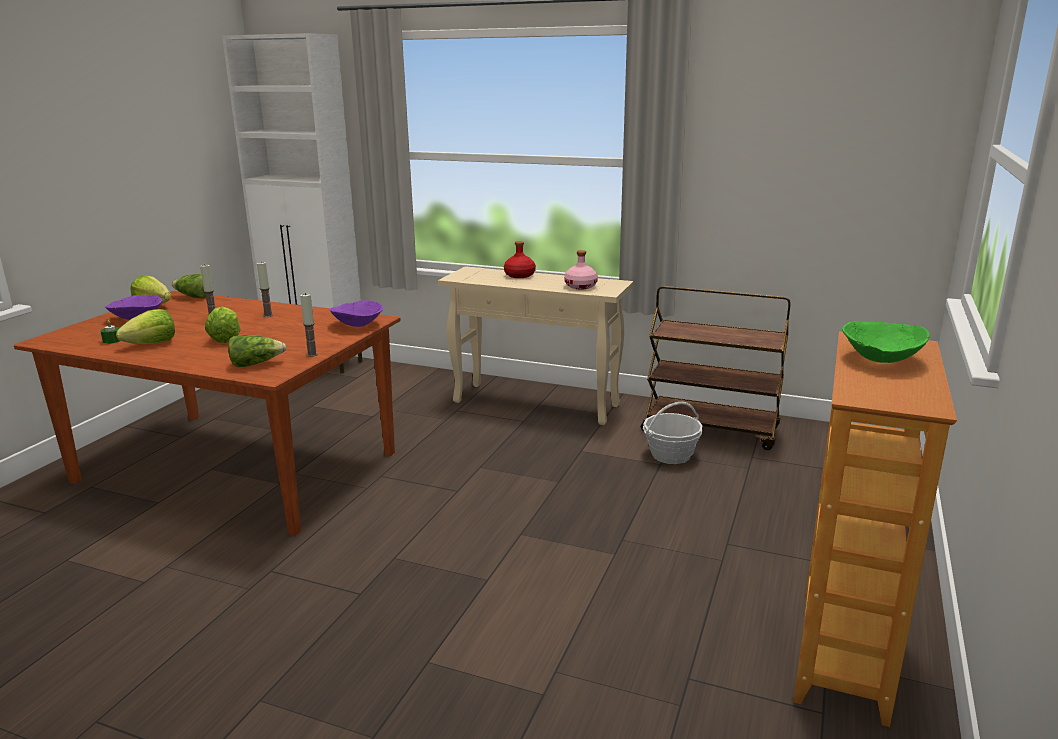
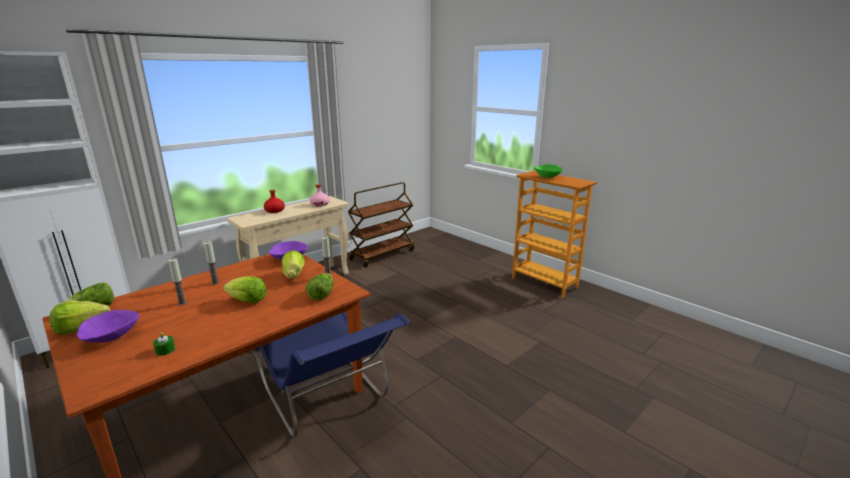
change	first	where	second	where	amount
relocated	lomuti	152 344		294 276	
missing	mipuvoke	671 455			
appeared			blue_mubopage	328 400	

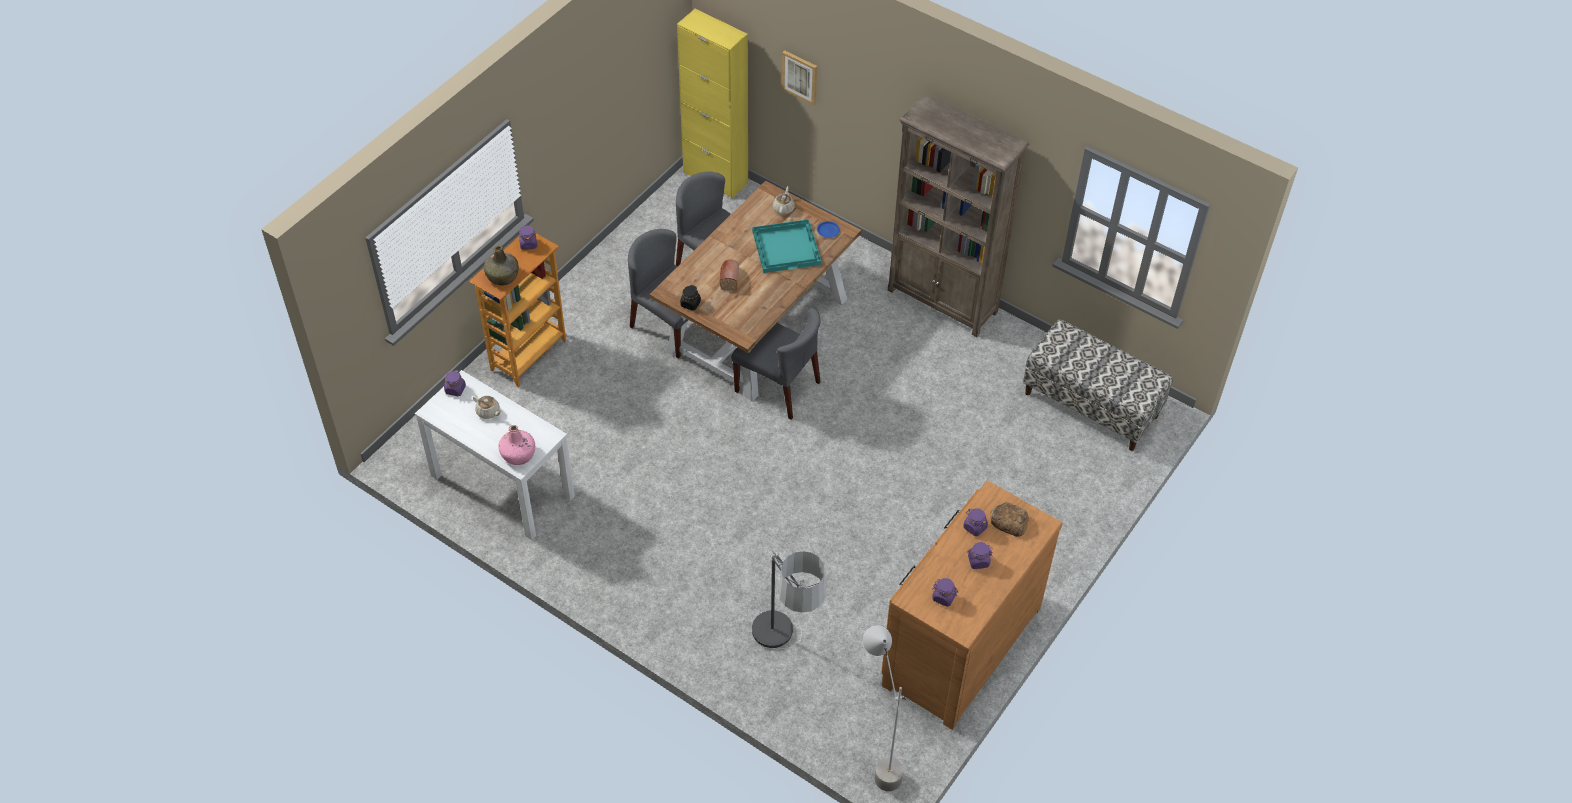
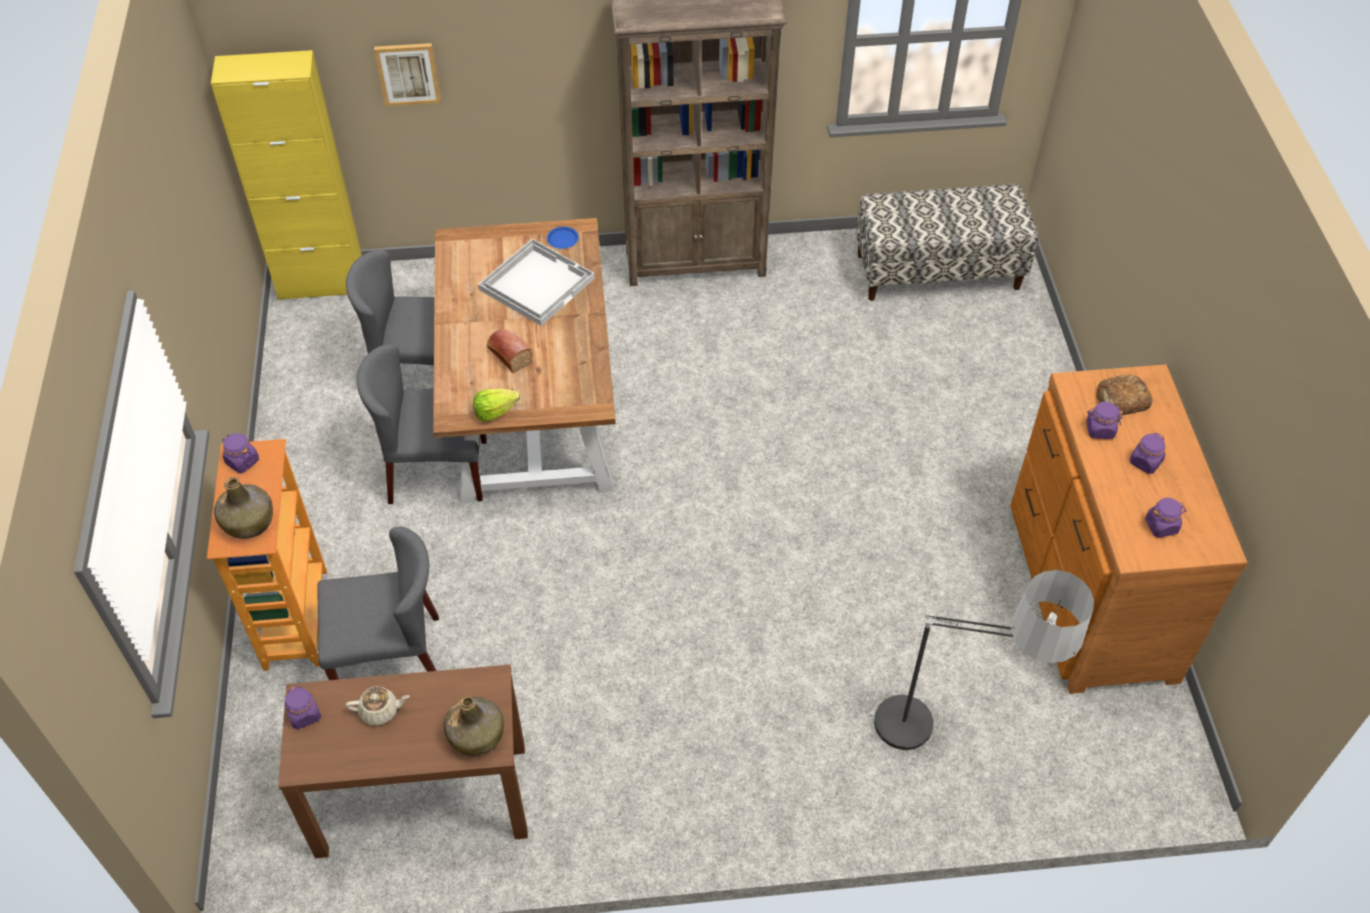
change	first	where	second	where	amount
missing	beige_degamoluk	783 208			
colour	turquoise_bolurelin	787 247	white_bolurelin	536 283	
exchanged	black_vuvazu	690 304	lomuti	495 412	
relocated	grey_mubopage	778 387		391 659	
colour	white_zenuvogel	501 485	brown_zenuvogel	421 800	
colour	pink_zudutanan	518 454	green_zudutanan	476 735	
missing	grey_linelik	878 758			

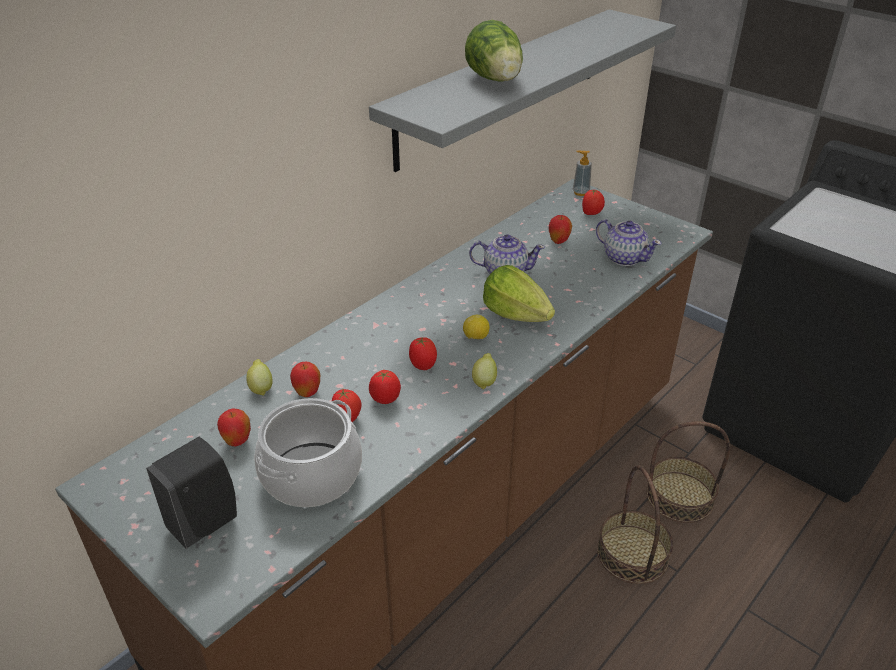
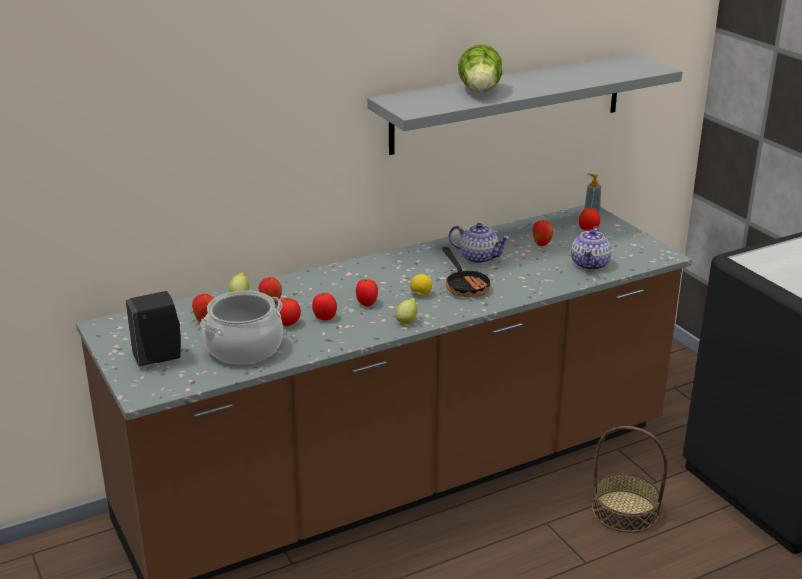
change	first	where	second	where	amount
spun	degamoluk	624 258		590 264	45 degrees clockwise
exchanged	lomuti	516 314	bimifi	465 286	
missing	mipuvoke	633 554			

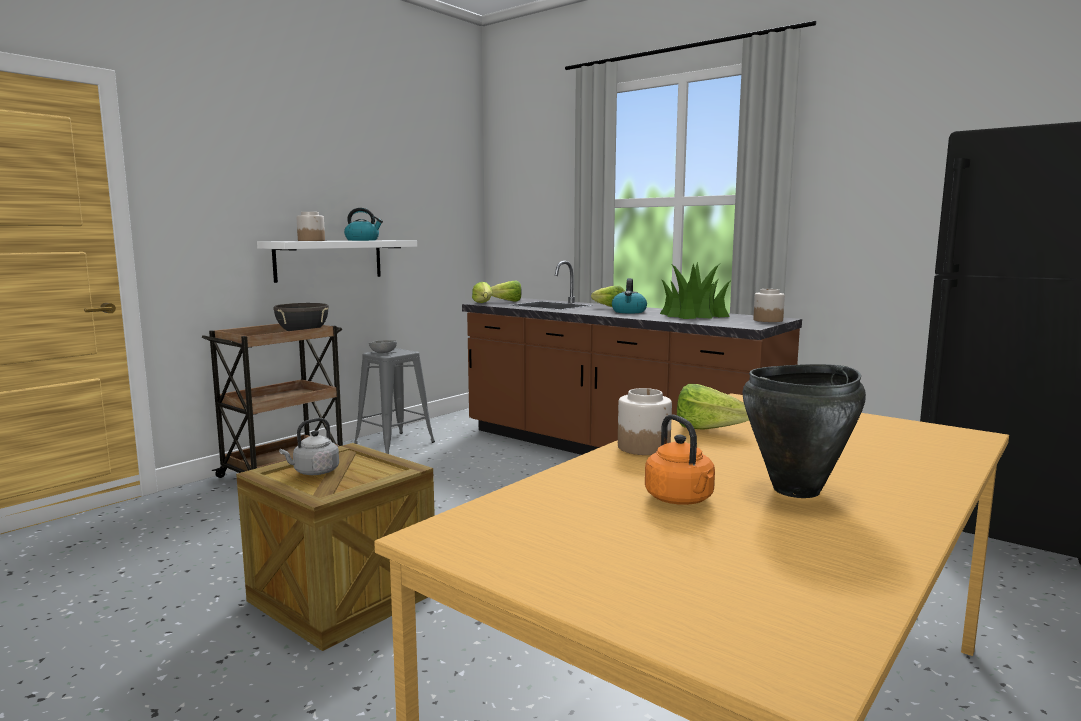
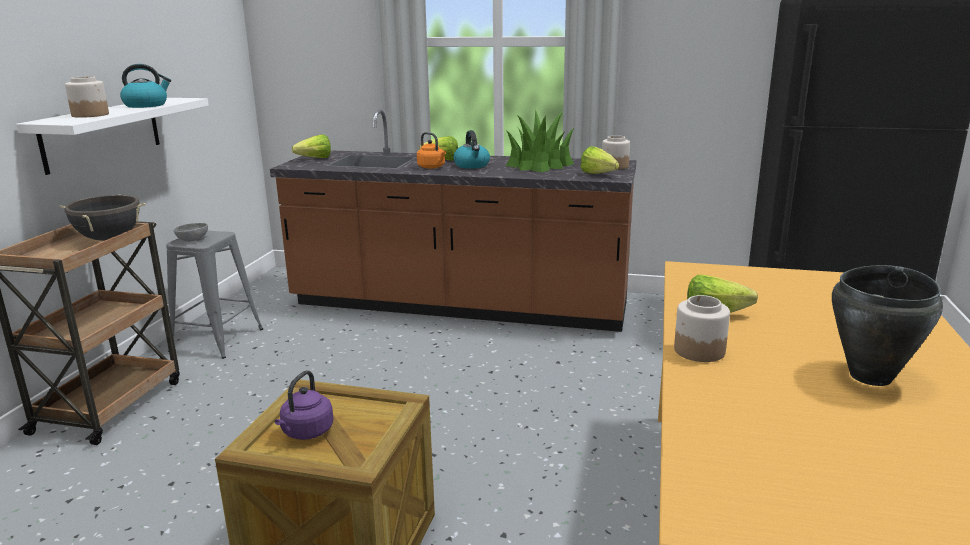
change	first	where	second	where	amount
relocated	lomuti	483 304		600 175	
relocated	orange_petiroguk	681 500		432 167	
colour	grey_petiroguk	314 472	purple_petiroguk	306 432	

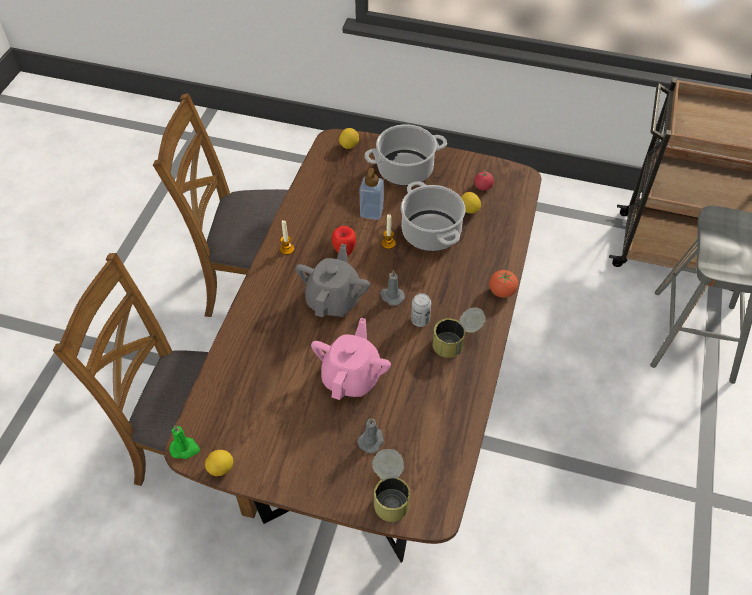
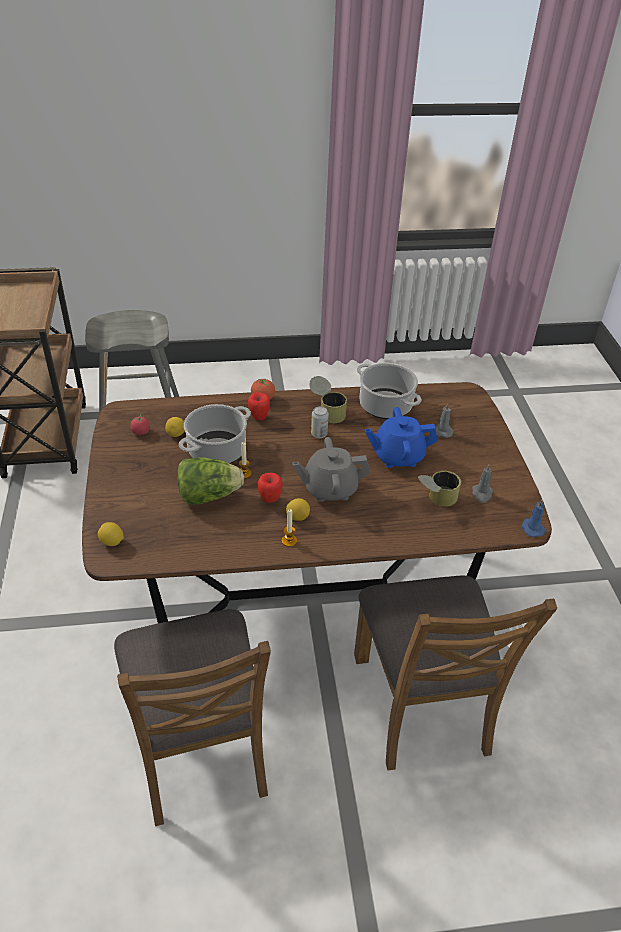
change	first	where	second	where	amount
relocated	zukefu	405 169		384 405	
exchanged	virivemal	371 212	lomuti	208 495	
relocated	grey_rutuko	391 296		482 494	
colour	pink_degamoluk	351 377	blue_degamoluk	398 456	
colour	green_rutuko	185 448	blue_rutuko	531 528	
relocated	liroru	390 494		435 499	
relocated	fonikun	221 468		297 517	
appeared			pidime	259 417	

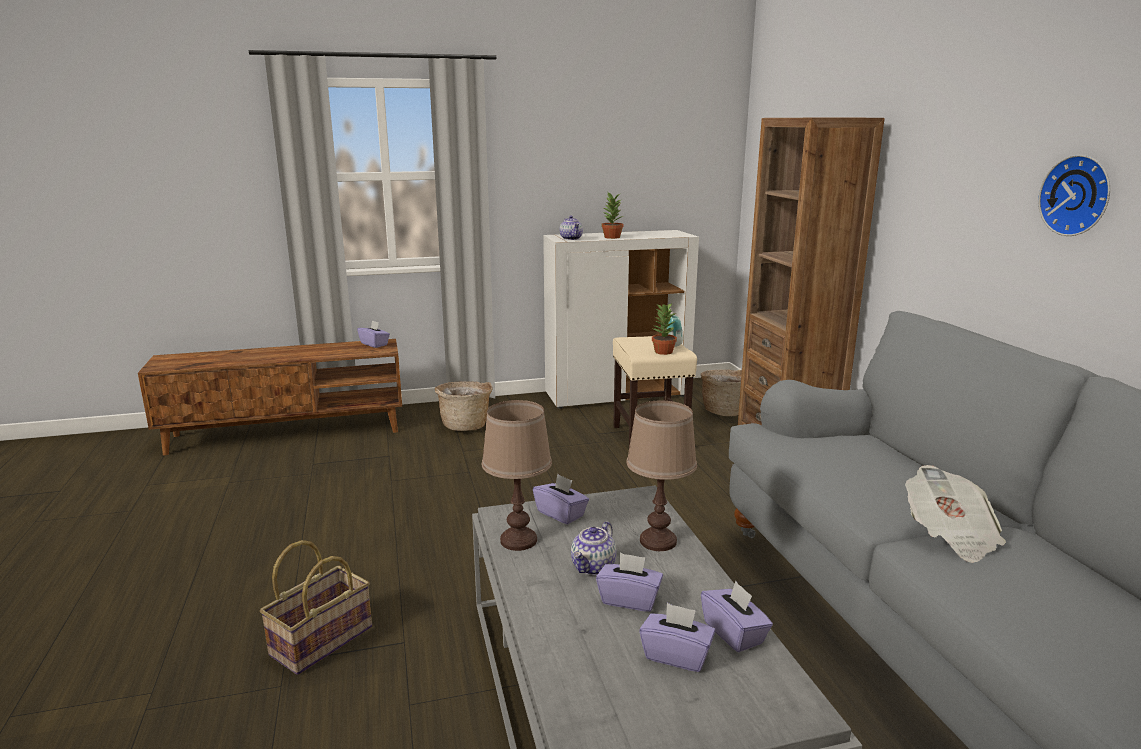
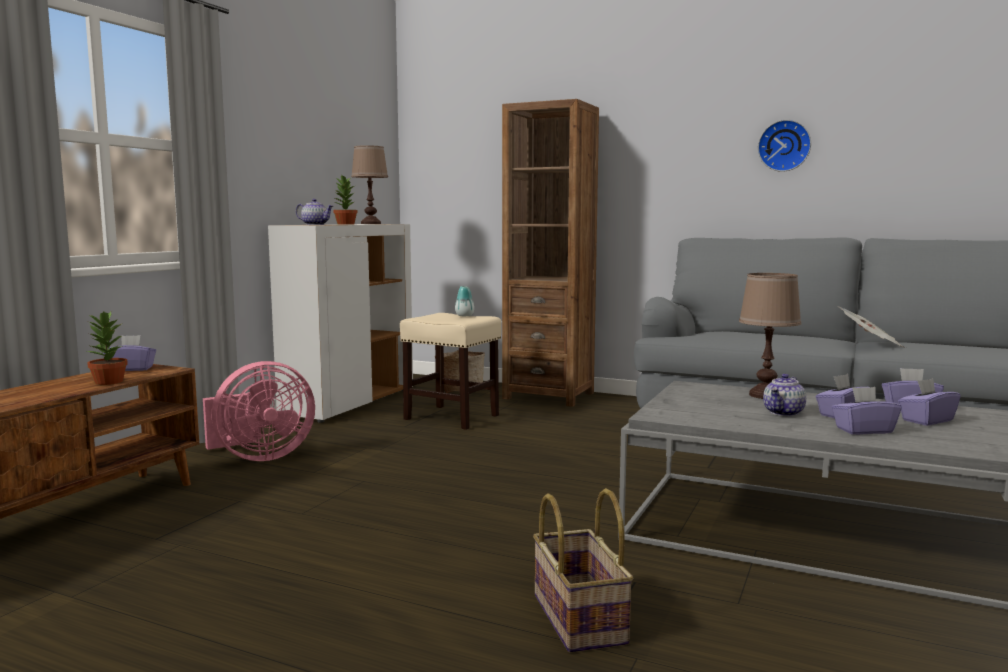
change	first	where	second	where	amount
relocated	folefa	663 352		108 382	
exchanged	mipuvoke	465 425	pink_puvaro	259 457	
relocated	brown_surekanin	518 541		371 223	
relocated	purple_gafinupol	561 514		863 430	
spun	degamoluk	593 567		784 413	60 degrees clockwise

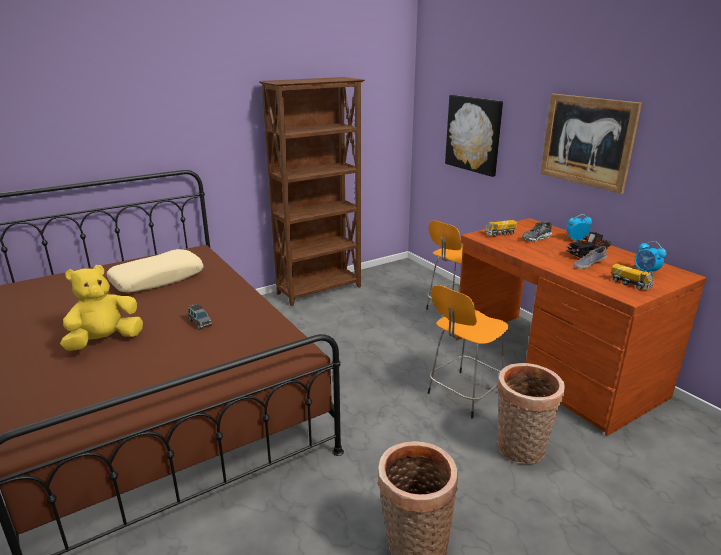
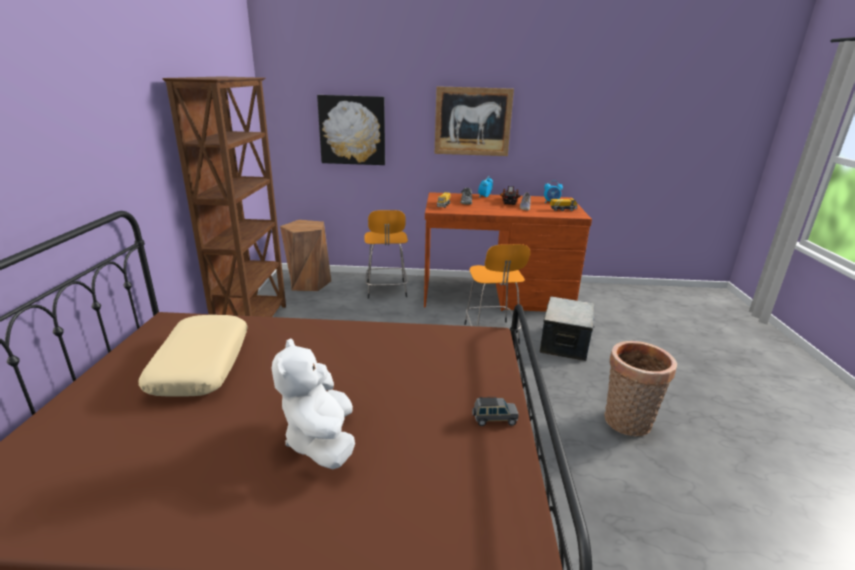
change	first	where	second	where	amount
colour	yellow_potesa	105 341	white_potesa	321 441	
relocated	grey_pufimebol	200 323		494 419	
exchanged	mipuvoke	520 450	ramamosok	565 343	
appeared			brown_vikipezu	309 283	

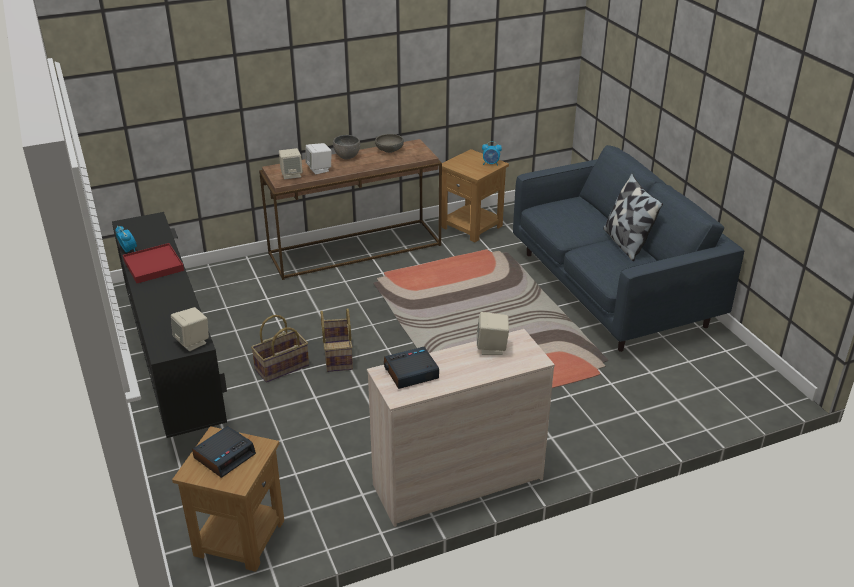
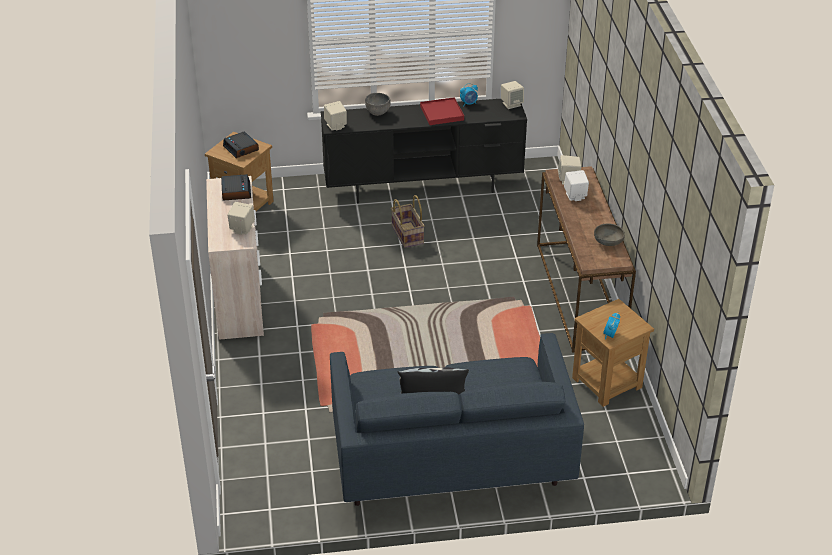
change	first	where	second	where	amount
relocated	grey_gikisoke	347 157		377 113	
missing	mipuvoke	337 356			
appeared			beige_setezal	511 104	

